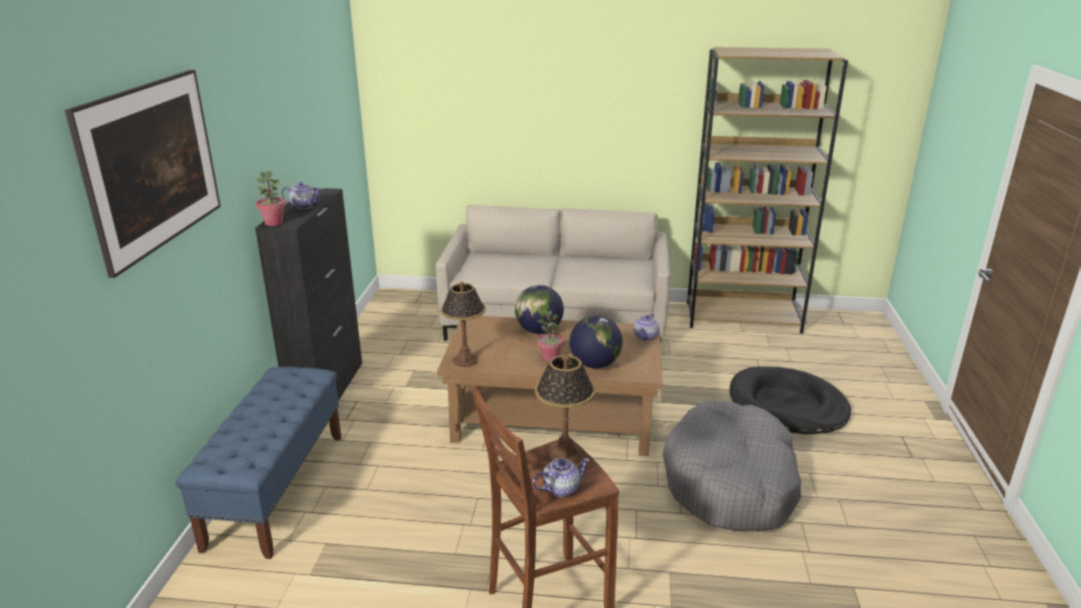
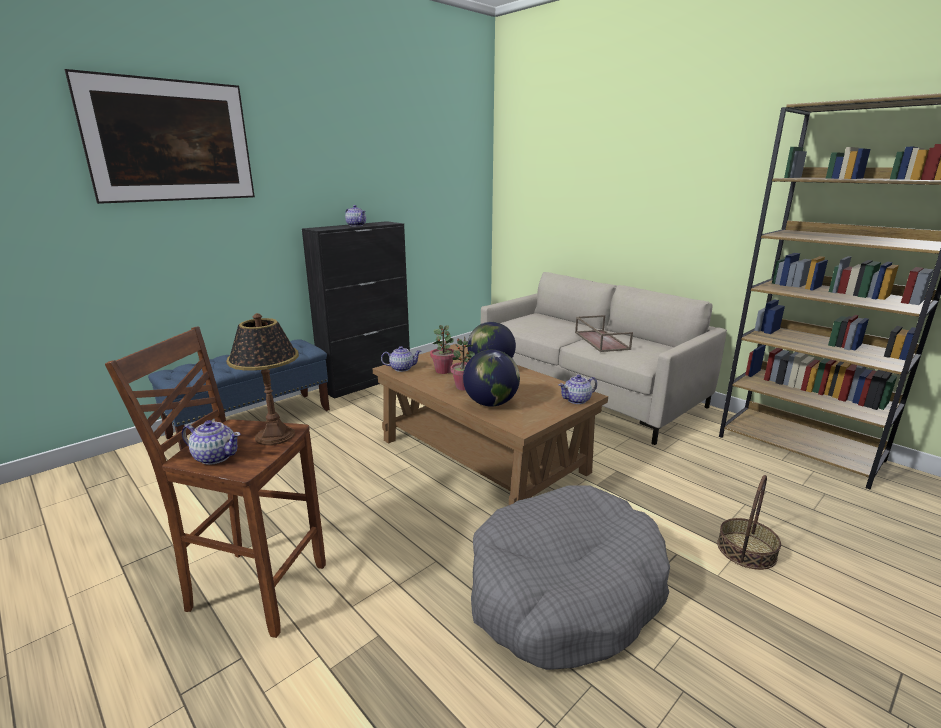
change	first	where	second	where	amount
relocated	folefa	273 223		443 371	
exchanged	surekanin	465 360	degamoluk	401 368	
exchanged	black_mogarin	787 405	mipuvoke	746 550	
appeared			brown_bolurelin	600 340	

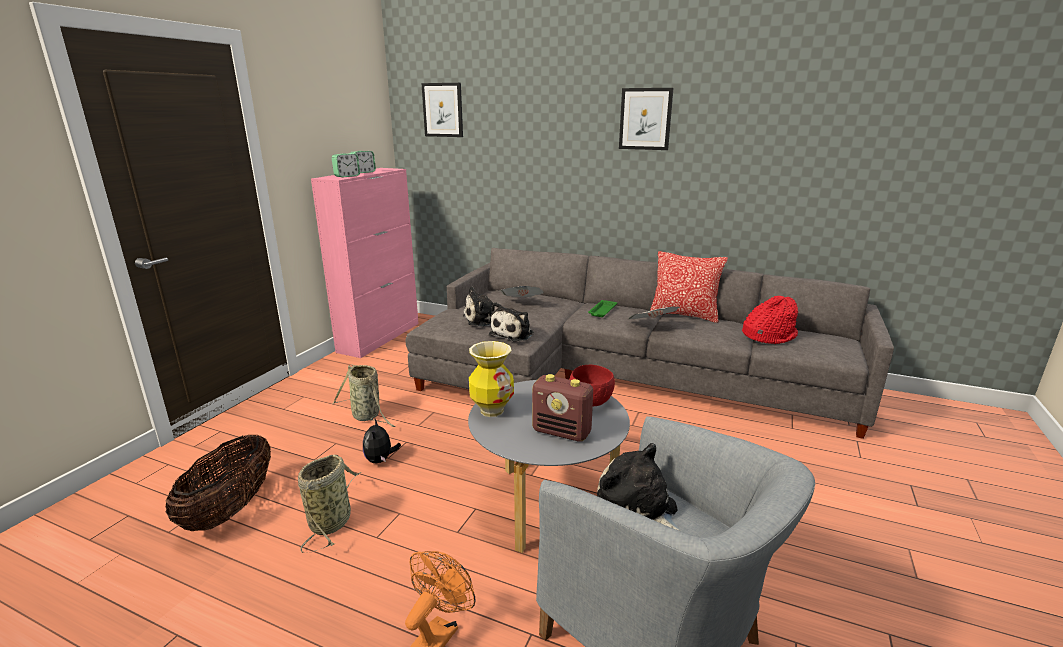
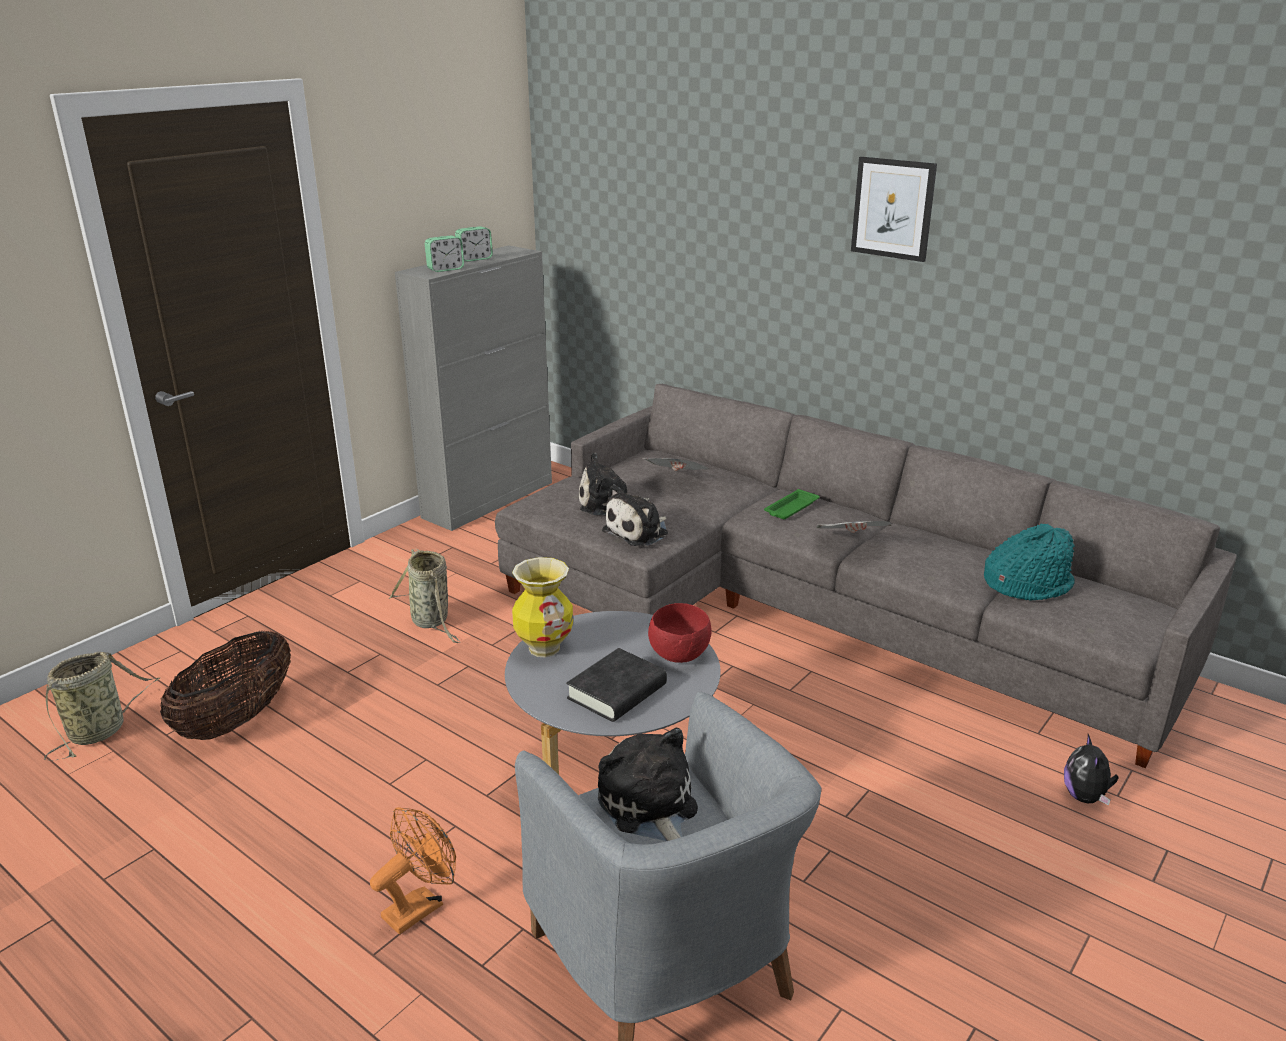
change	first	where	second	where	amount
missing	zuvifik	443 110			
colour	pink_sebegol	380 337	grey_sebegol	489 499	
missing	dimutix	684 315			
colour	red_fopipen	768 336	turquoise_fopipen	1026 584	
exchanged	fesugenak	562 432	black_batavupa	617 692	
relocated	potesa	380 460		1085 797	
relocated	mipuvoke	332 521		100 730	

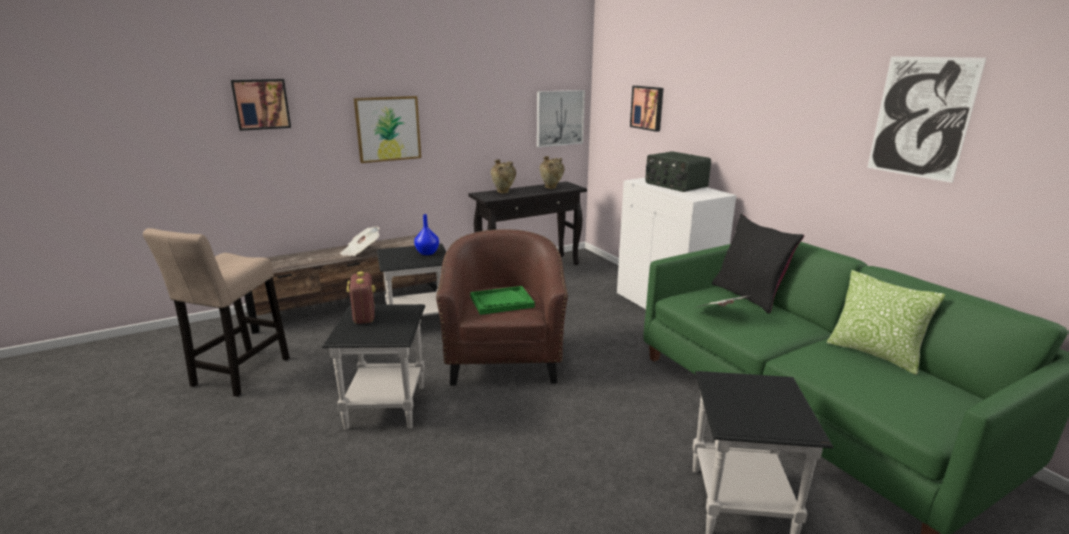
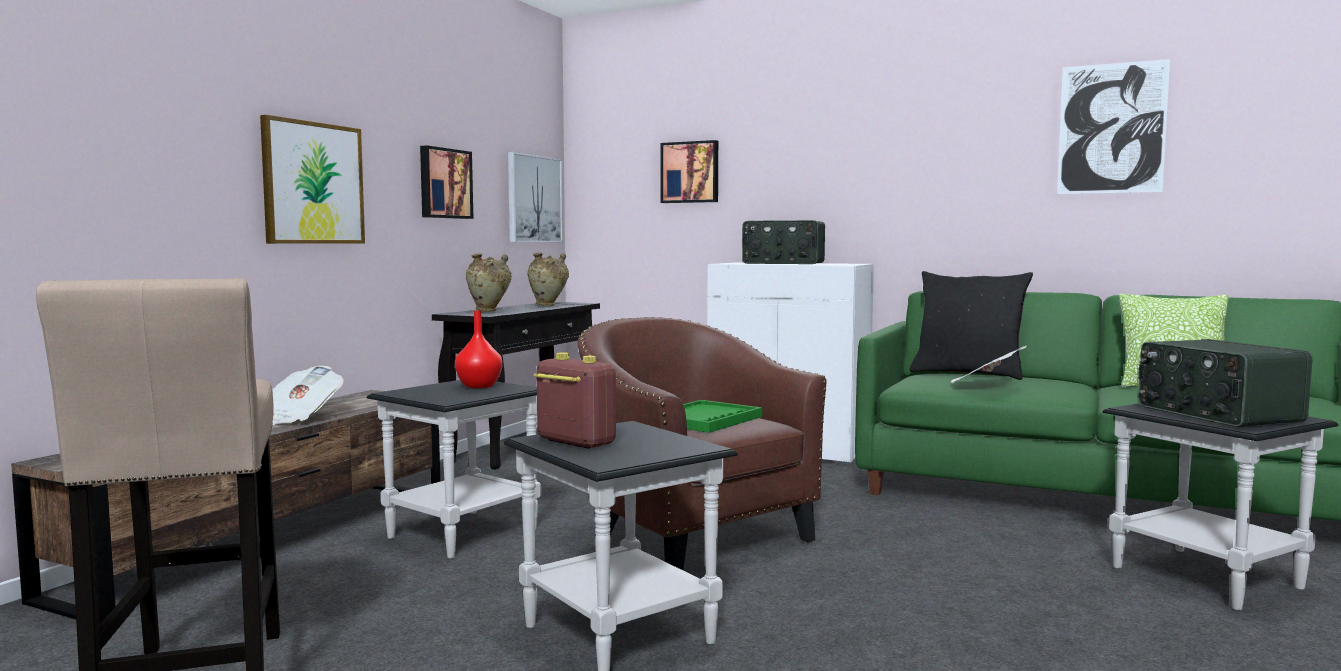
change	first	where	second	where	amount
relocated	zuvifik	261 104		444 183	
colour	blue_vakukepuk	426 253	red_vakukepuk	478 386	
appeared			fesugenak	1216 414	

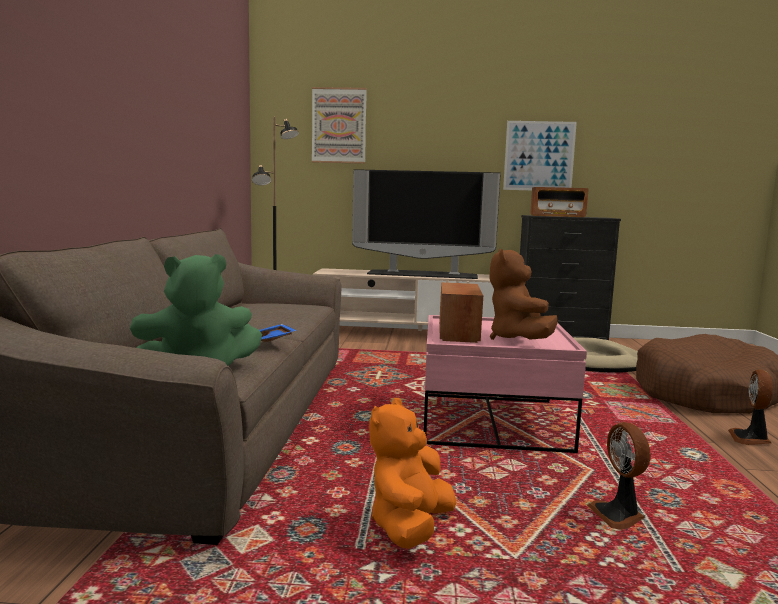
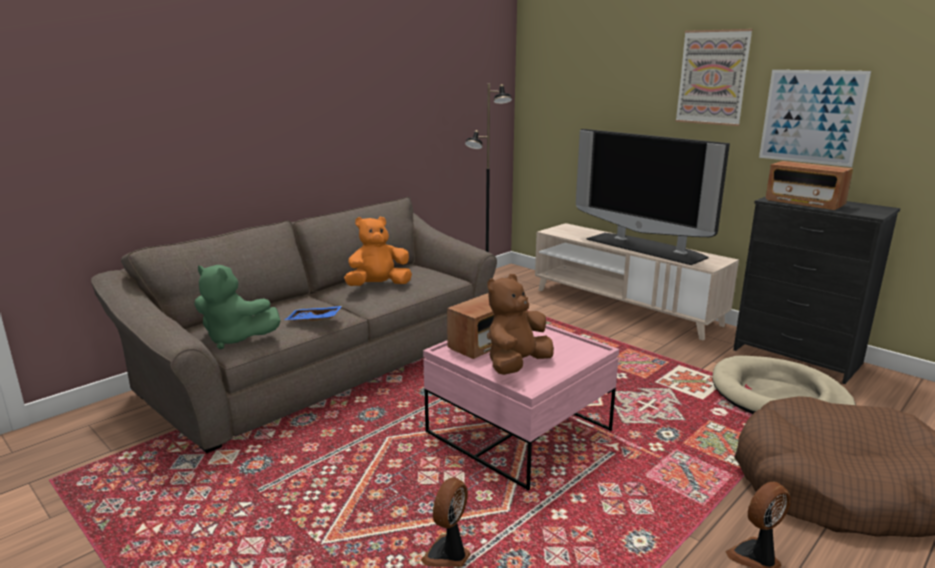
change	first	where	second	where	amount
relocated	zuvifik	339 125		712 77	
relocated	orange_potesa	410 527		378 286	

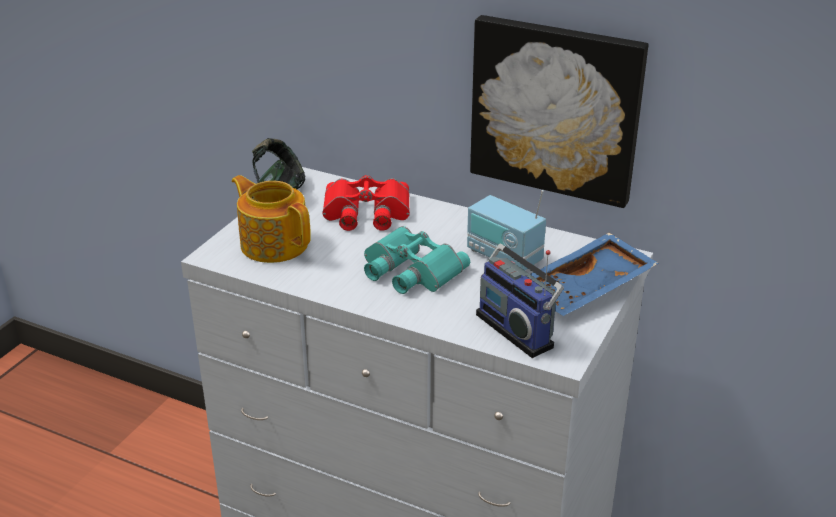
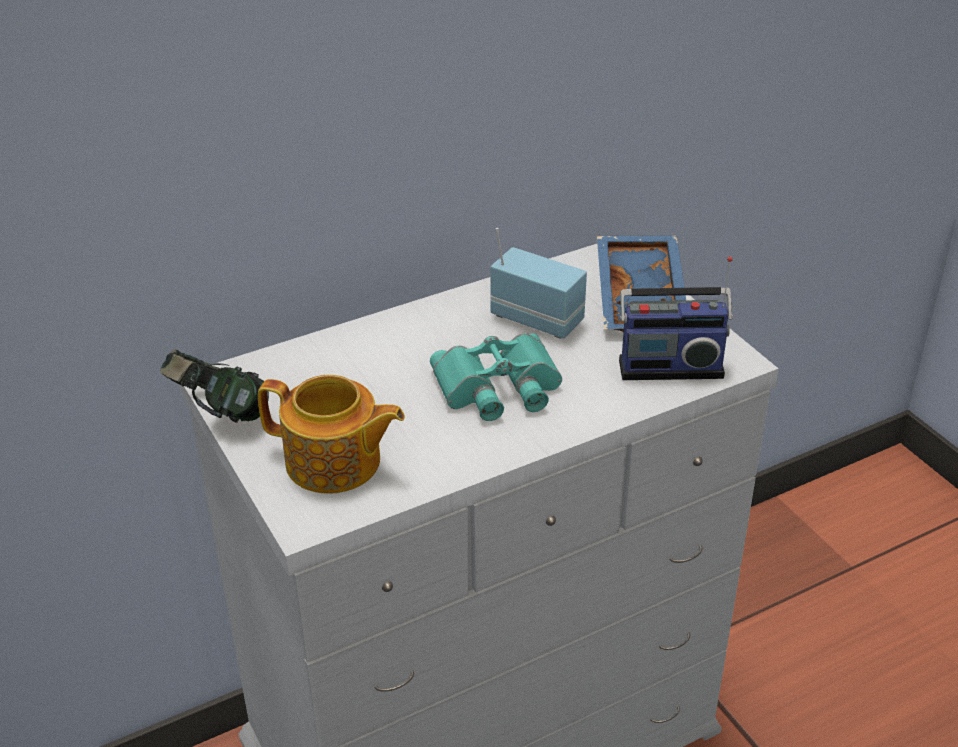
change	first	where	second	where	amount
missing	zuvifik	556 108			
spun	degamoluk	274 243		335 463	150 degrees counterclockwise
missing	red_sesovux	366 213			
spun	fesugenak	503 257		537 319	135 degrees counterclockwise

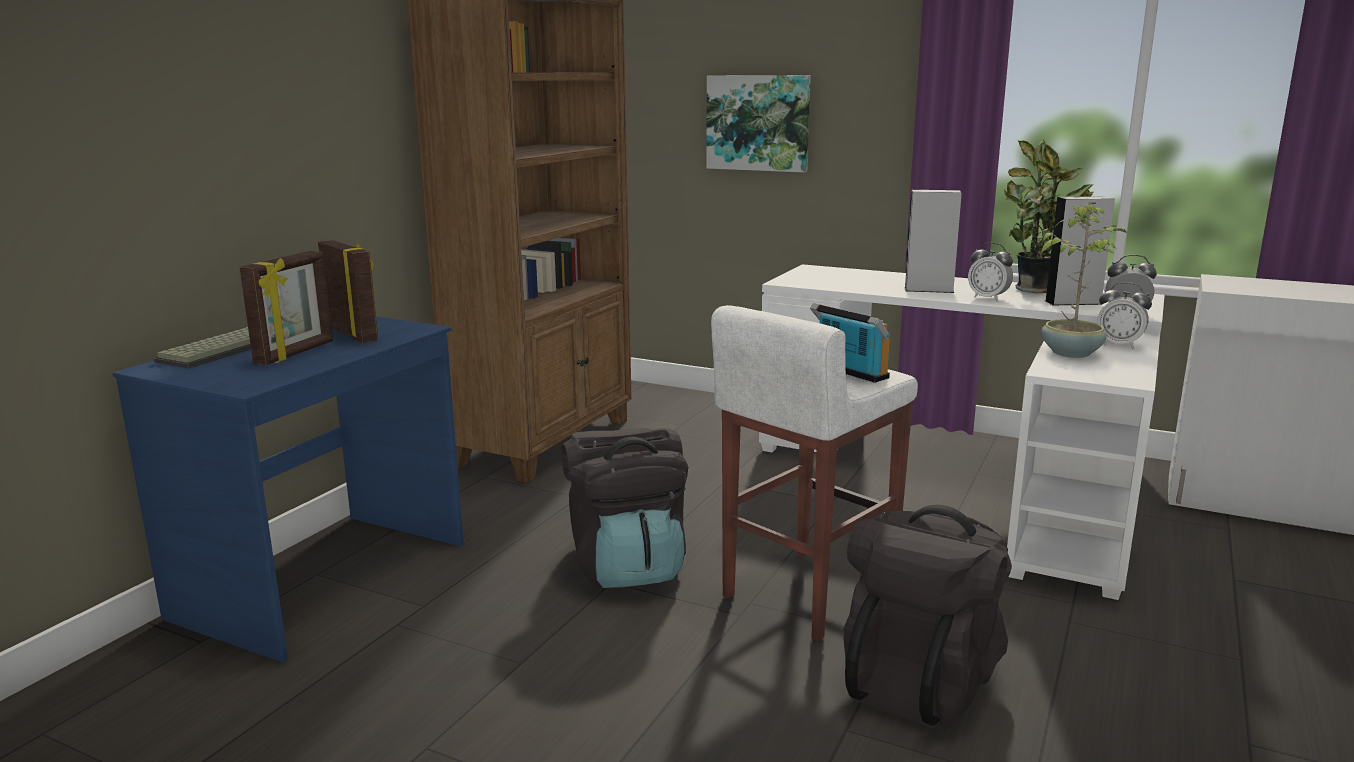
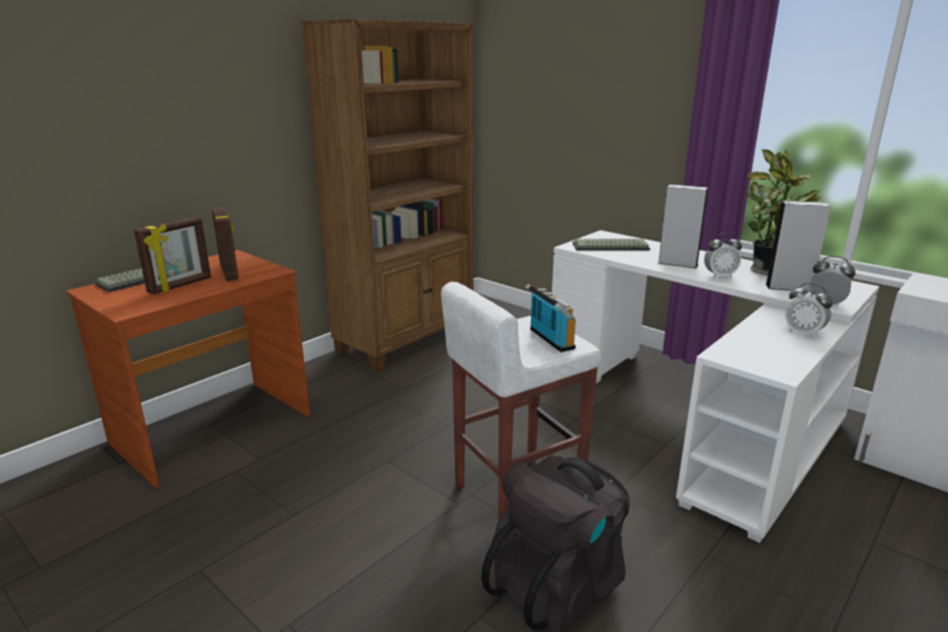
change	first	where	second	where	amount
missing	zuvifik	758 123			
missing	folefa	1071 352			
spun	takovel	988 298		719 276	60 degrees counterclockwise
colour	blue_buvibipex	325 580	brown_buvibipex	213 430	
missing	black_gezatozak	627 566			
appeared			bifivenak	610 247	

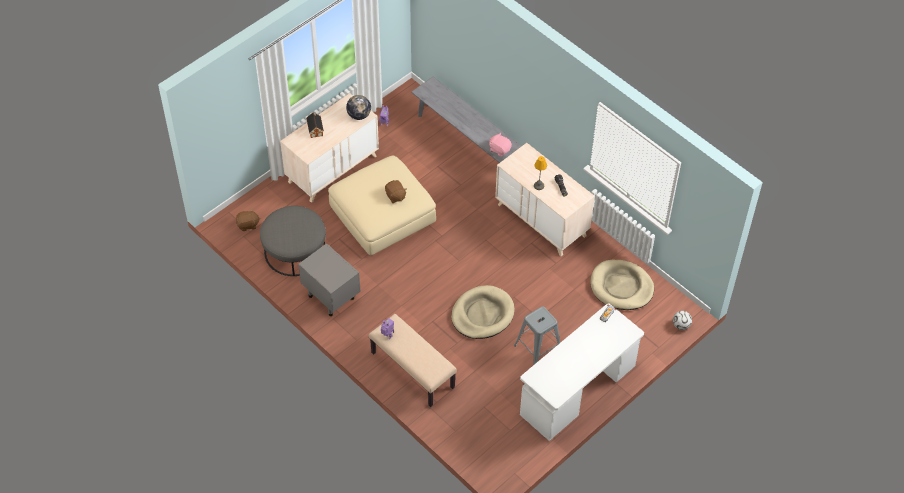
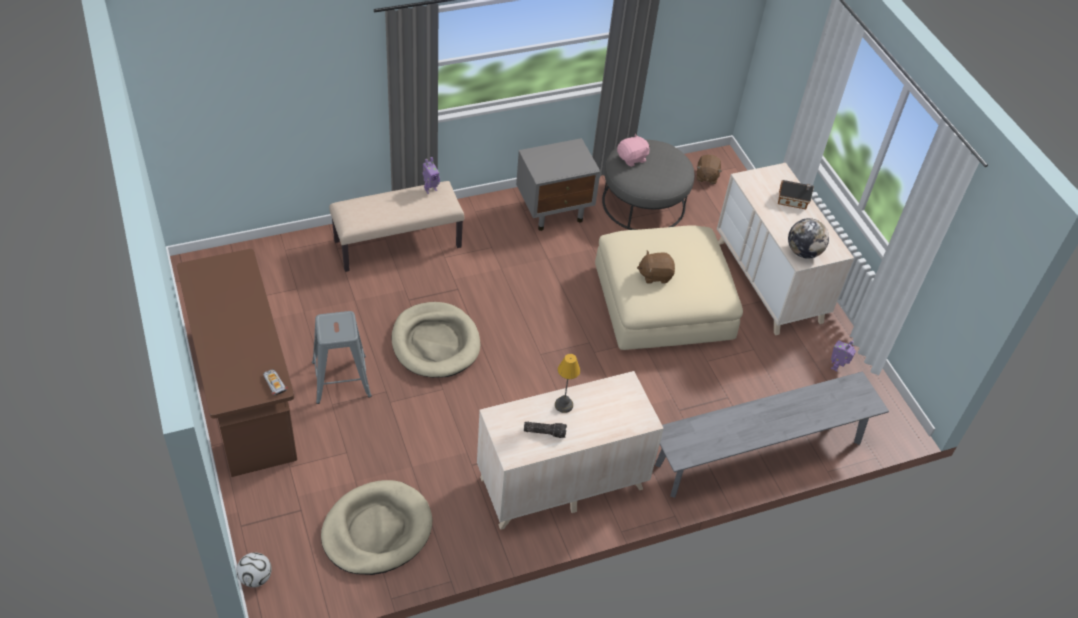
change	first	where	second	where	amount
relocated	pink_potesa	499 149		632 159	
colour	white_buvibipex	578 391	brown_buvibipex	245 393	

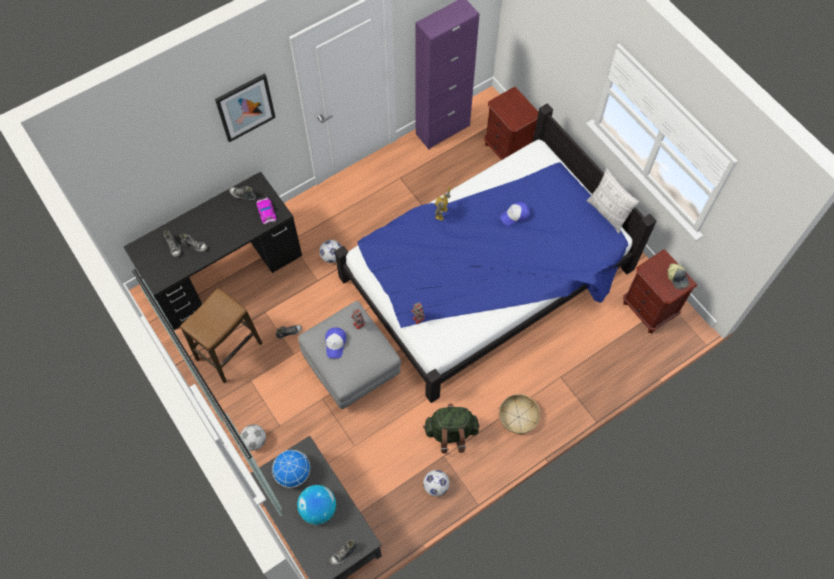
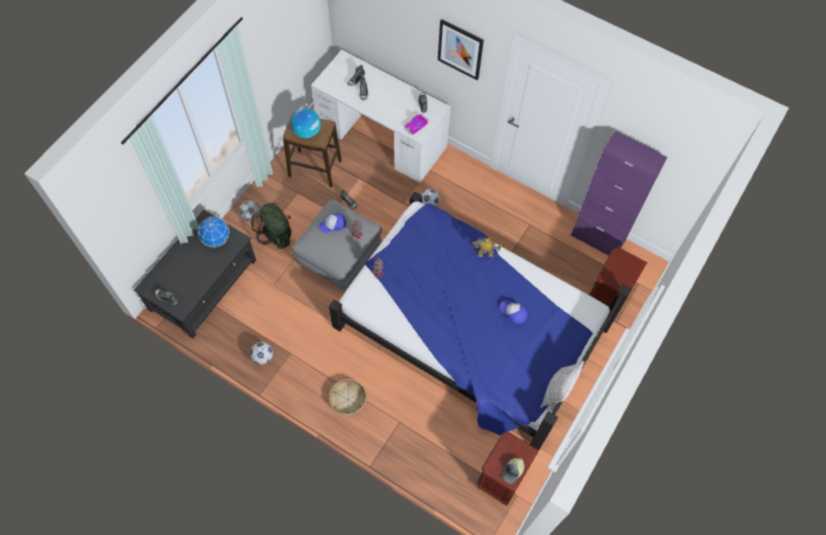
change	first	where	second	where	amount
colour	black_buvibipex	225 270	white_buvibipex	381 137	
relocated	green_gezatozak	451 432		276 233	
relocated	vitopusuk	318 508		307 132	

